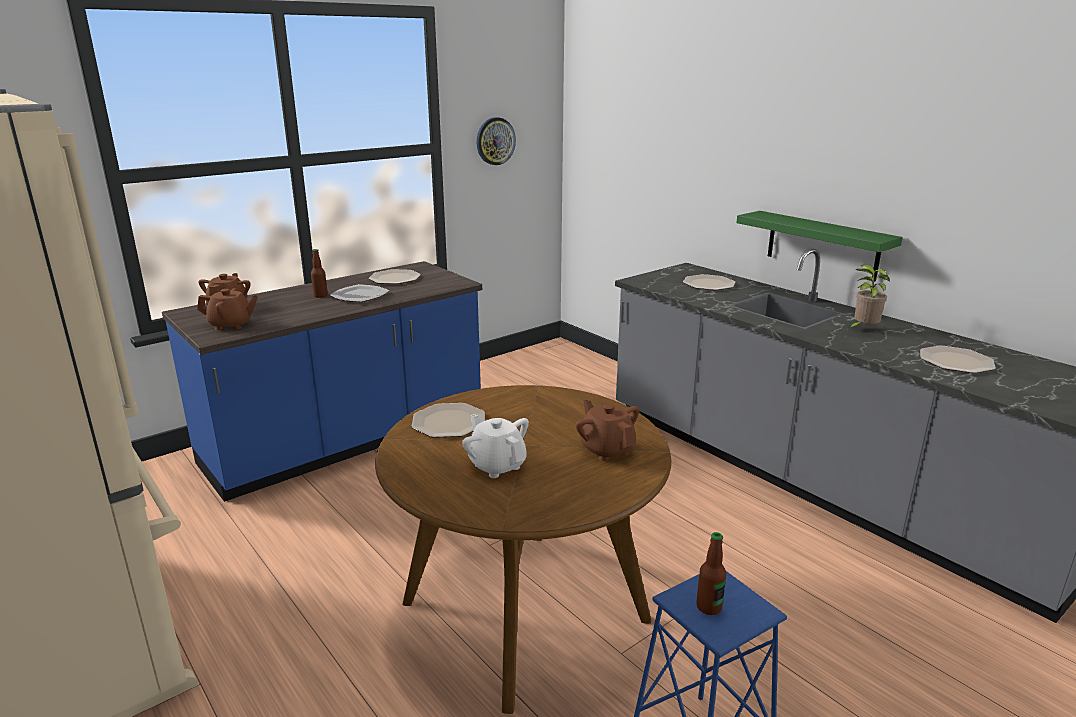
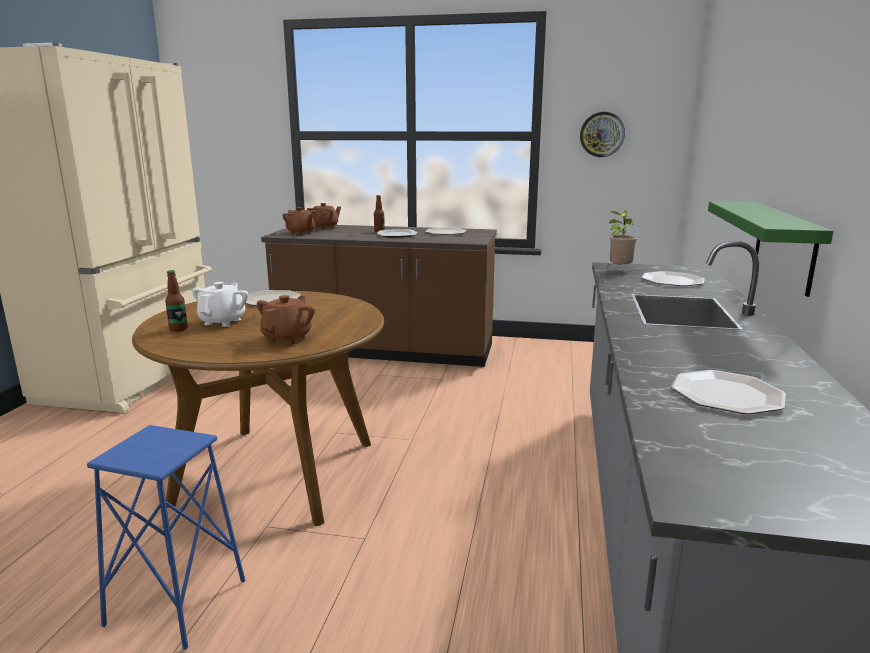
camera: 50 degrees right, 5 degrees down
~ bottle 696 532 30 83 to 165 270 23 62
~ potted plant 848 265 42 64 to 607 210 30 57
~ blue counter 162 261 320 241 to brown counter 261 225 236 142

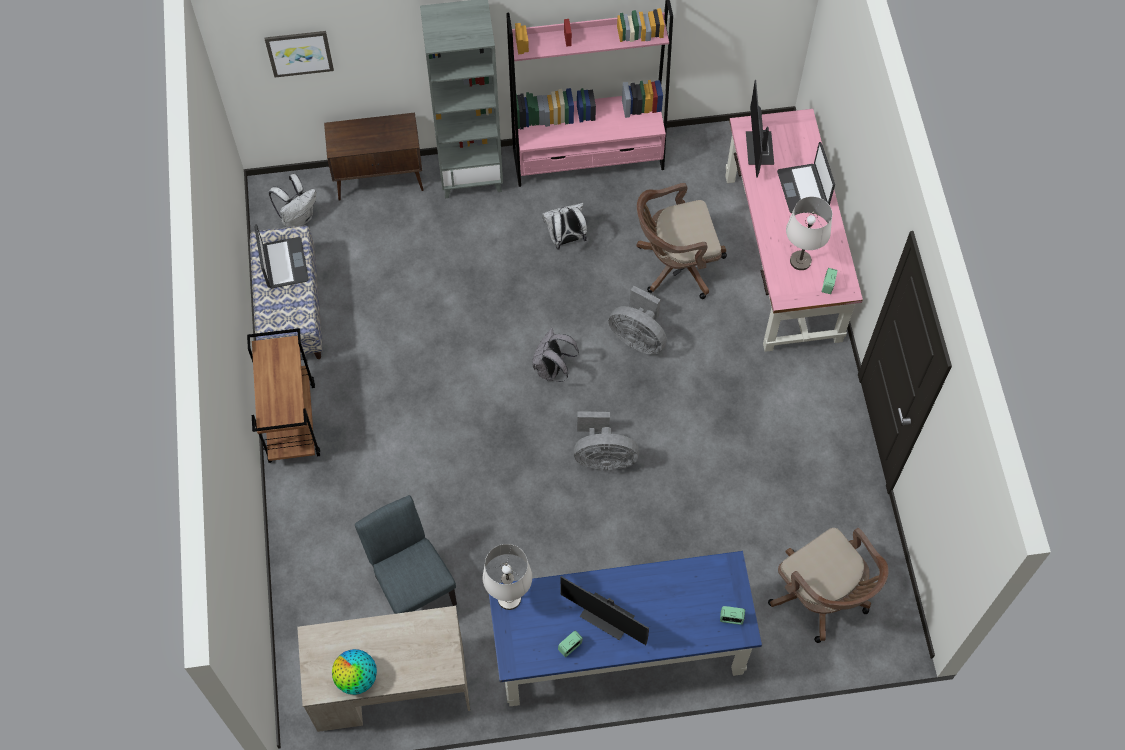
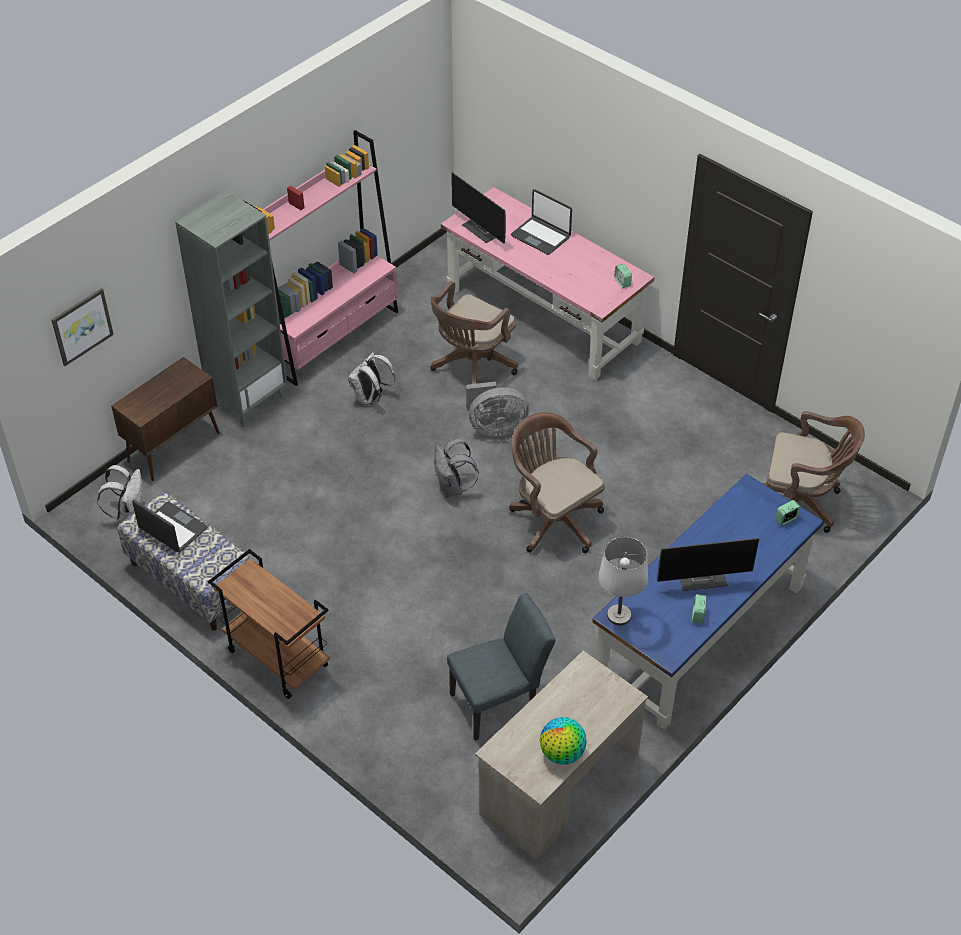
camera: 40 degrees left, 15 degrees down
- white table lamp 786 197 46 73
~ grey fan 574 411 65 59 to brown office chair 509 412 96 141
~ grey chair 355 495 102 119 = 447 593 108 148 135 degrees clockwise

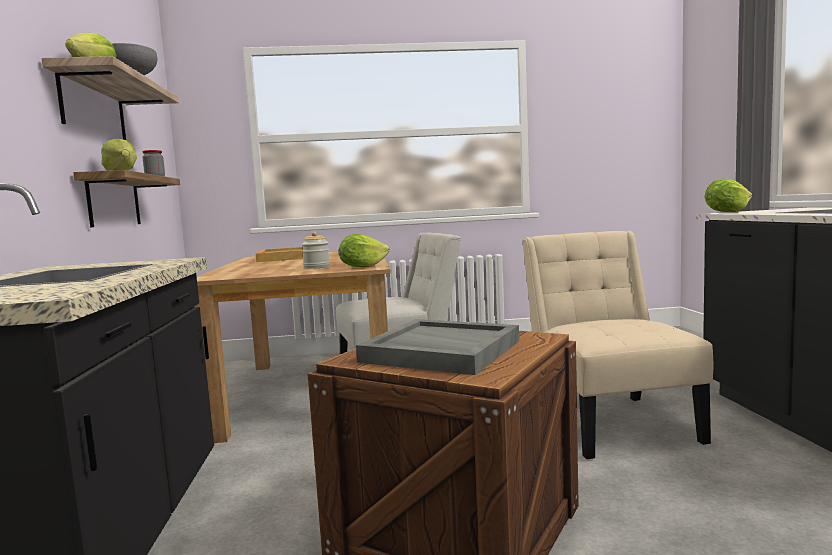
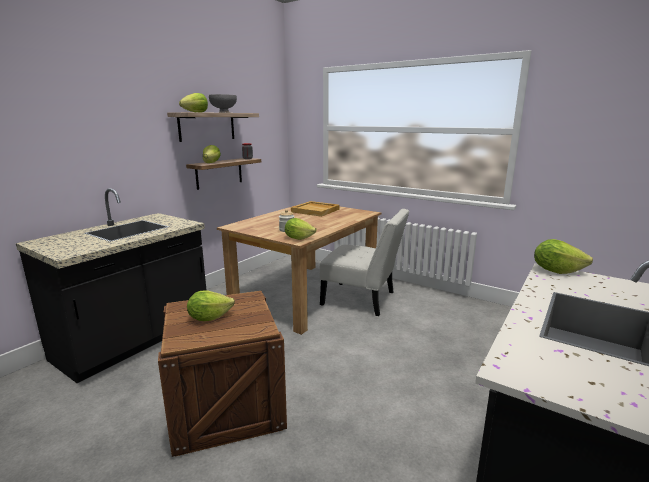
camera: 40 degrees right, 10 degrees up
- beige chair 522 231 192 228
~ grey tray 356 319 163 56 to lettuce 187 291 48 30

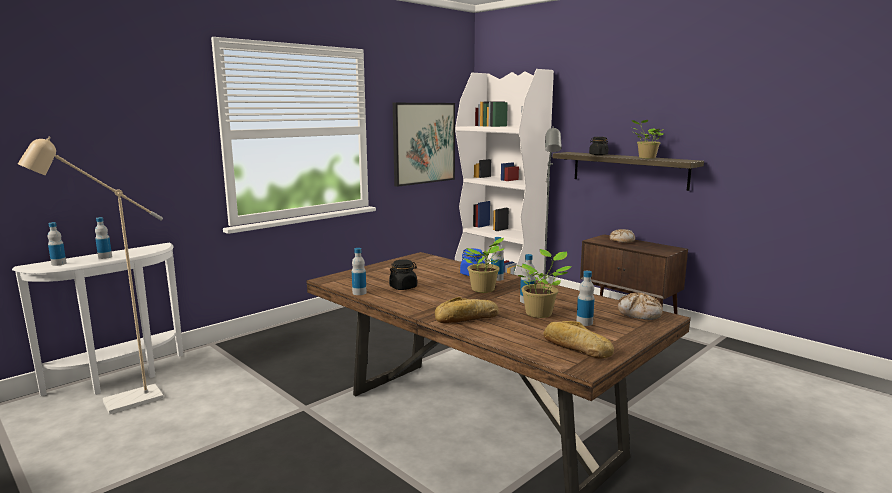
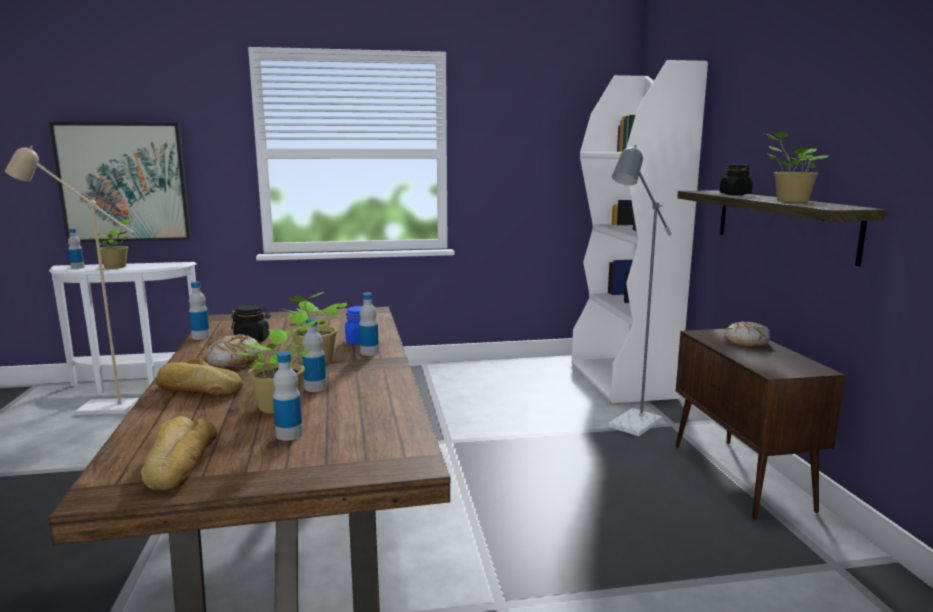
camera: 35 degrees right, 0 degrees up
~ picture 393 103 62 84 to 49 122 142 121
~ bread 618 293 45 27 to 206 334 56 33
~ bottle 95 217 17 42 to potted plant 91 219 42 50

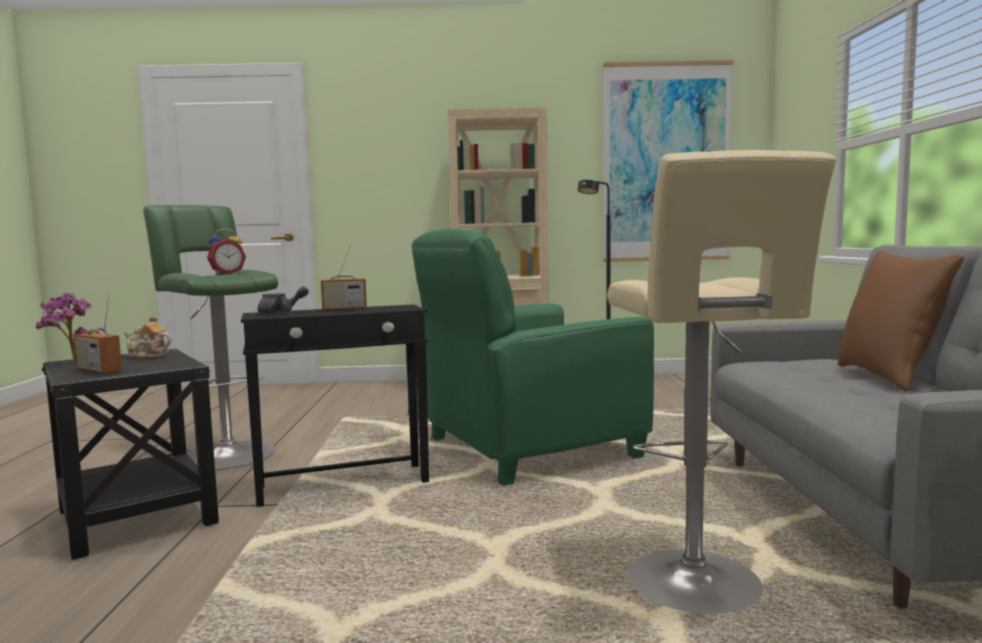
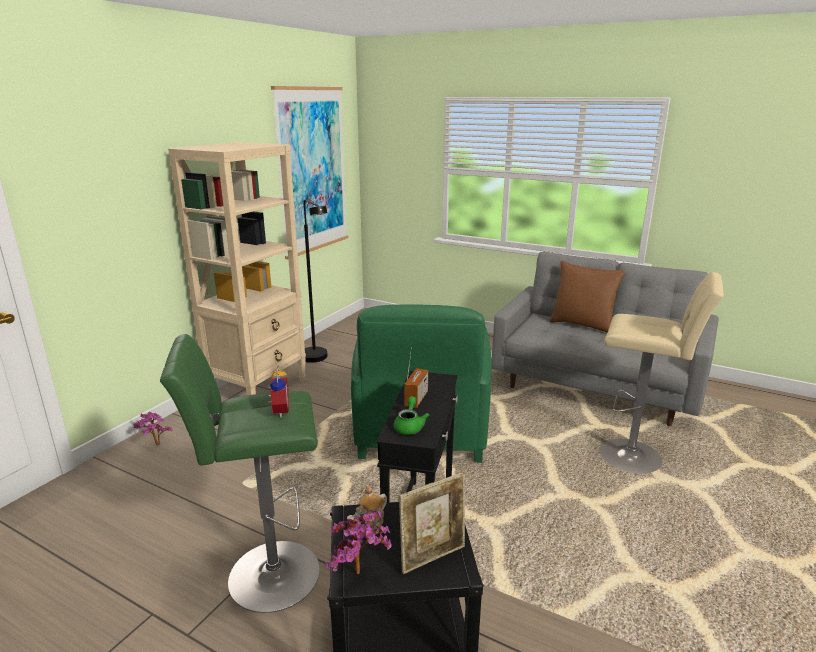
camera: 60 degrees left, 15 degrees up
+ potted plant 133 412 40 33
~ radio 74 294 48 80 to picture frame 399 472 66 102
~ grey teapot 257 286 52 29 to green teapot 393 396 36 39

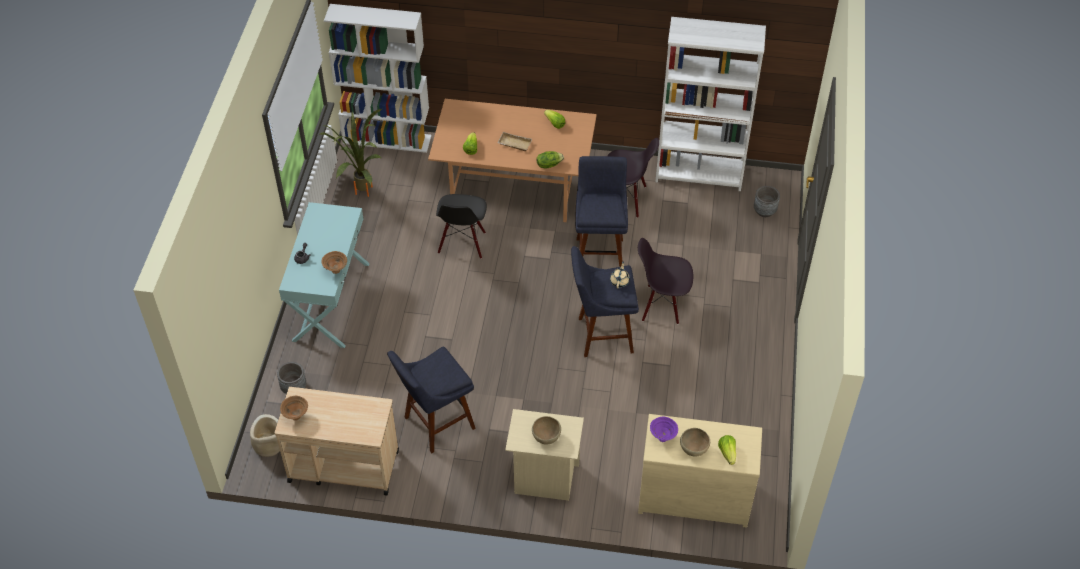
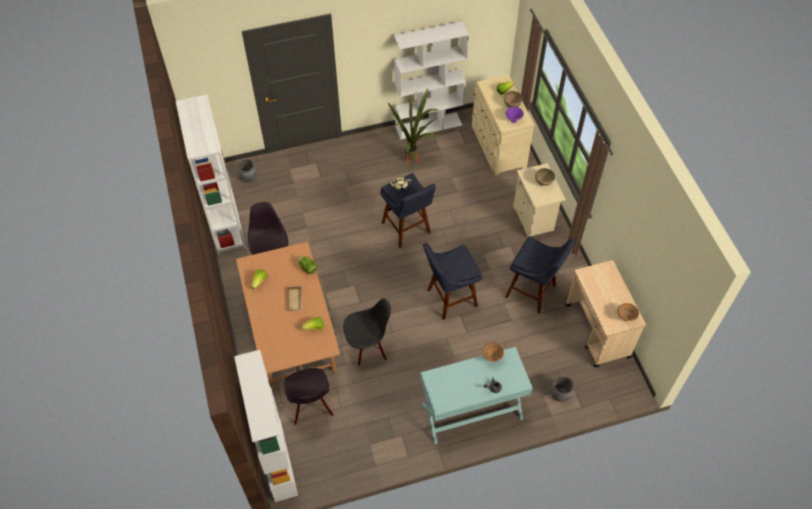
camera: 115 degrees left, 5 degrees up
- beige planter 250 414 30 43
+ white bookcase 394 21 75 119
~ potted plant 320 109 62 88 to 388 89 51 76
~ blue stool 575 156 53 111 to 423 243 60 77
~ black chair 638 238 55 86 to 284 368 50 57

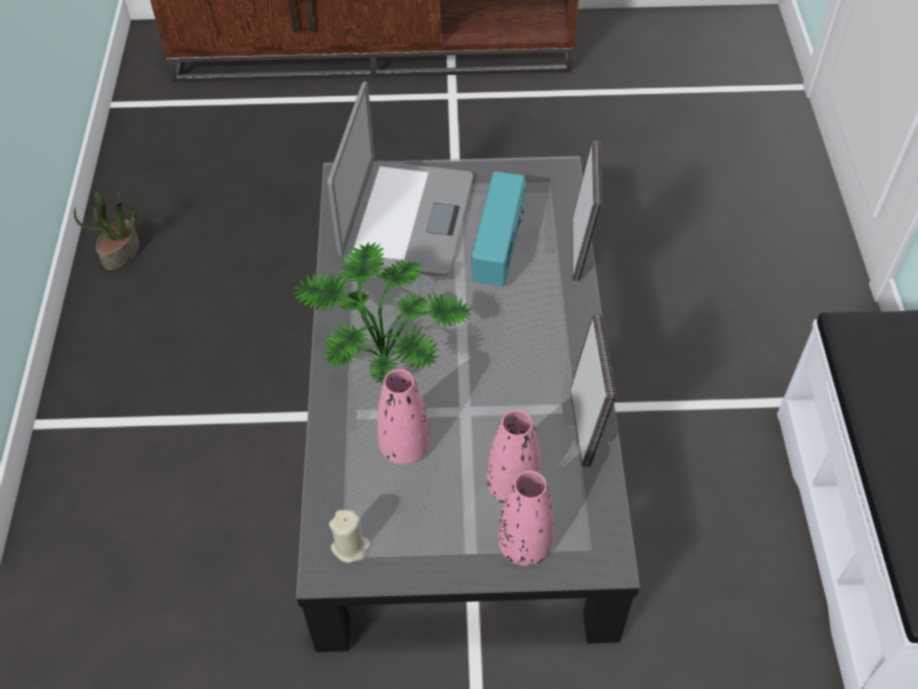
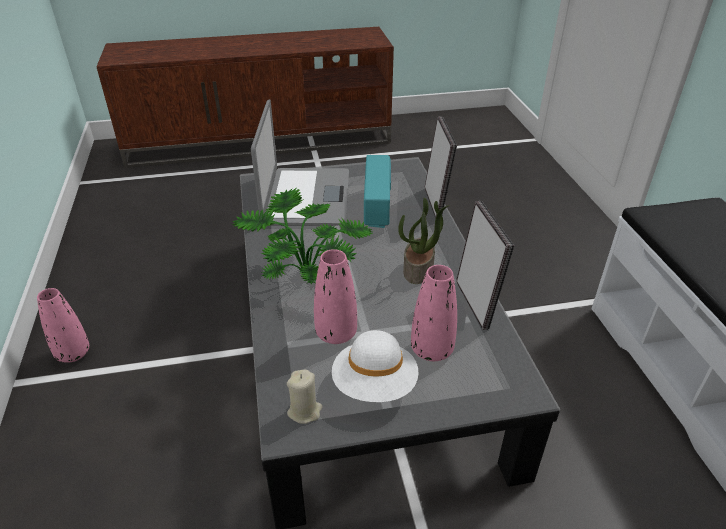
camera: 10 degrees left, 15 degrees down
+ white hat 332 330 87 72
~ potted plant 74 192 66 78 to 398 198 52 86
~ pink vase 498 471 56 95 to 37 288 52 75

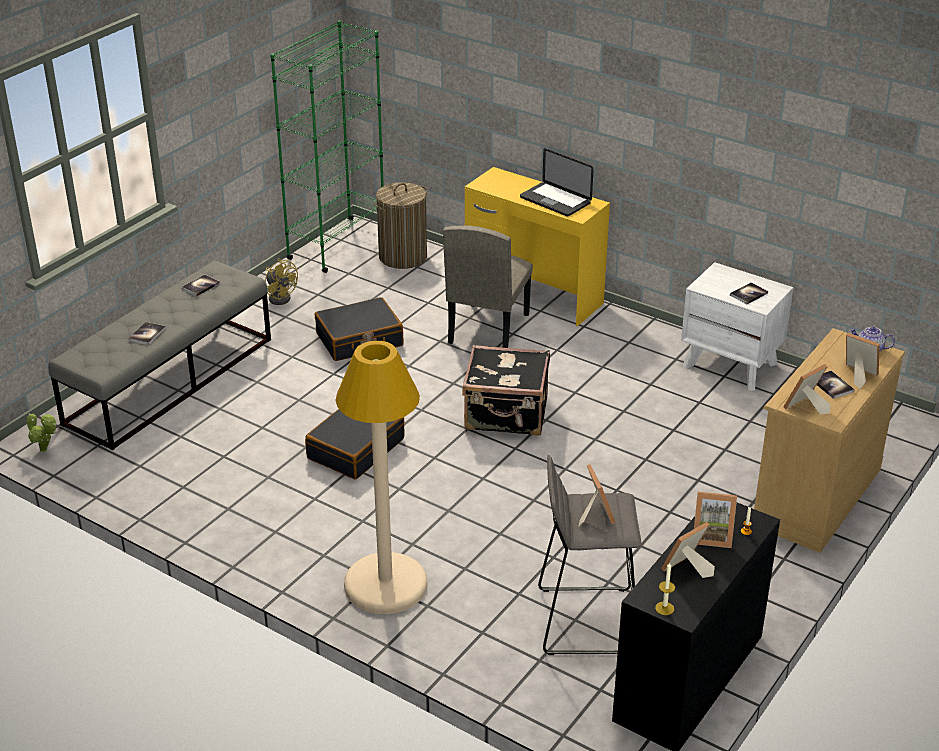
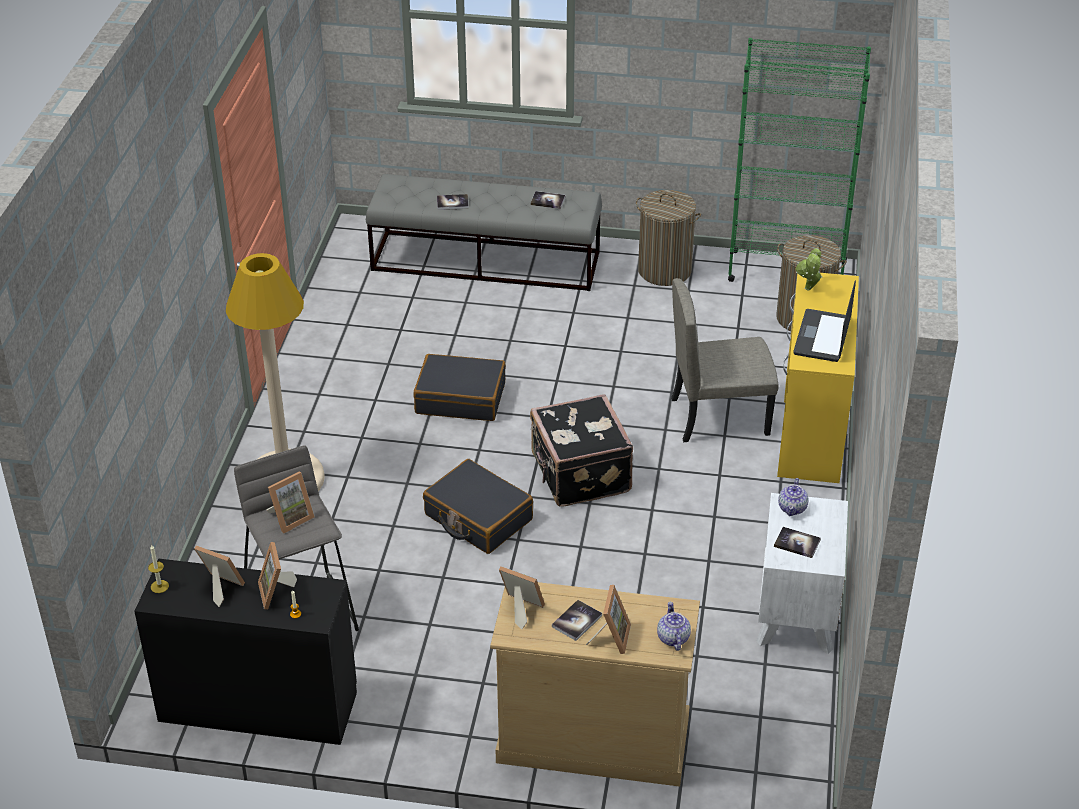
camera: 65 degrees right, 5 degrees up
+ teapot 778 478 30 38
~ potted plant 27 413 29 40 to 796 247 26 43
~ black suitcase 315 297 88 64 to 423 459 110 95
~ yellow fan 265 259 33 46 to laundry basket 636 190 65 96

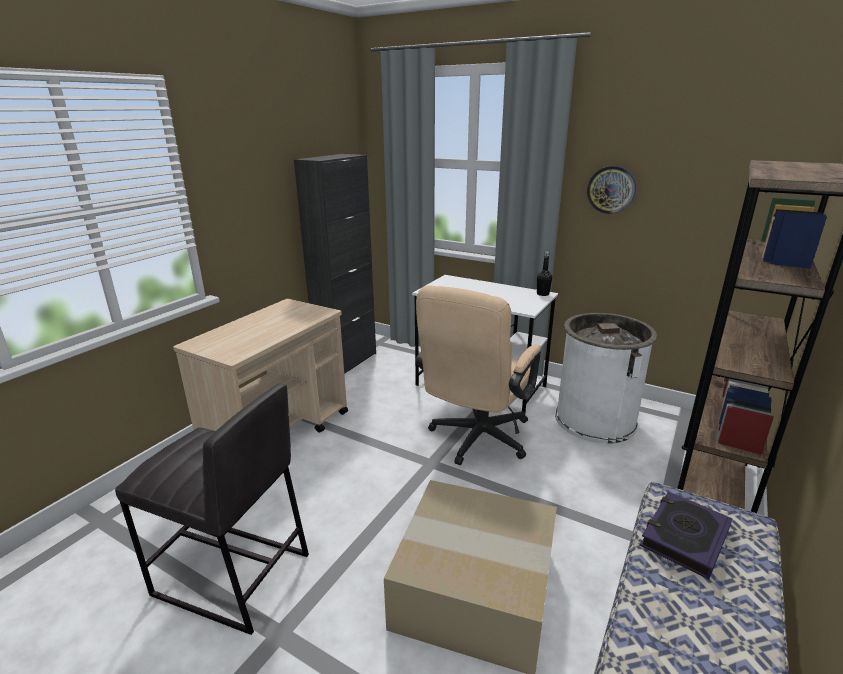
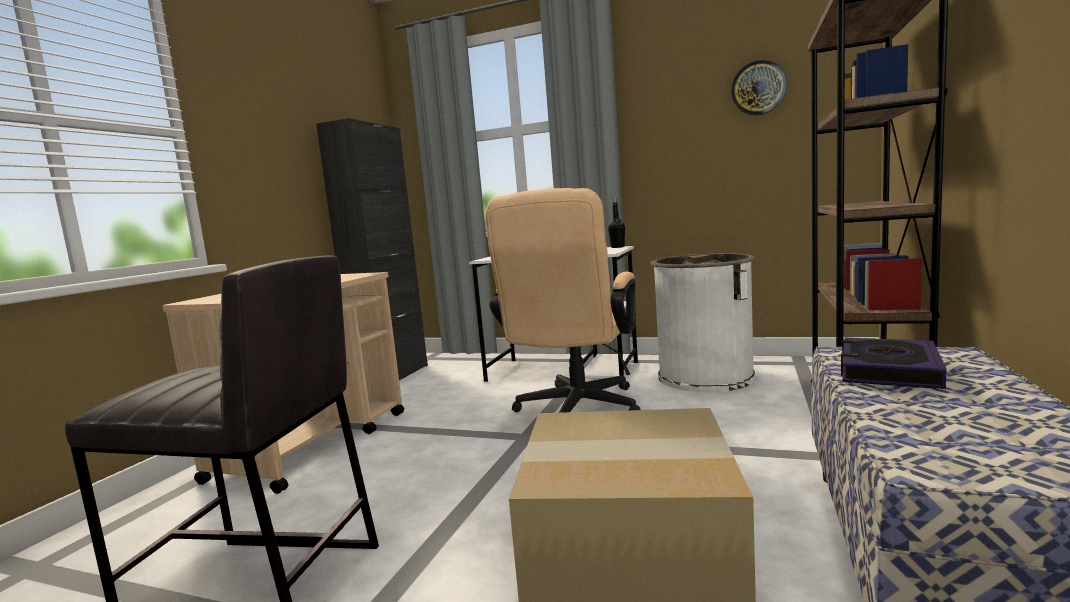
camera: 10 degrees left, 15 degrees down
~ wall clock 587 166 49 48 to 731 60 56 55

